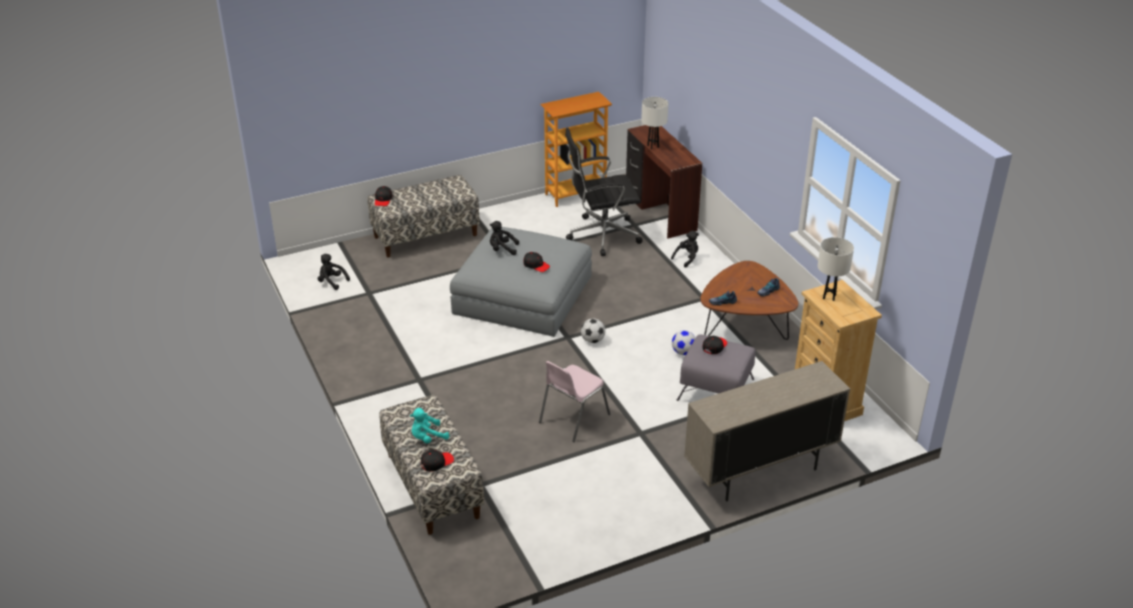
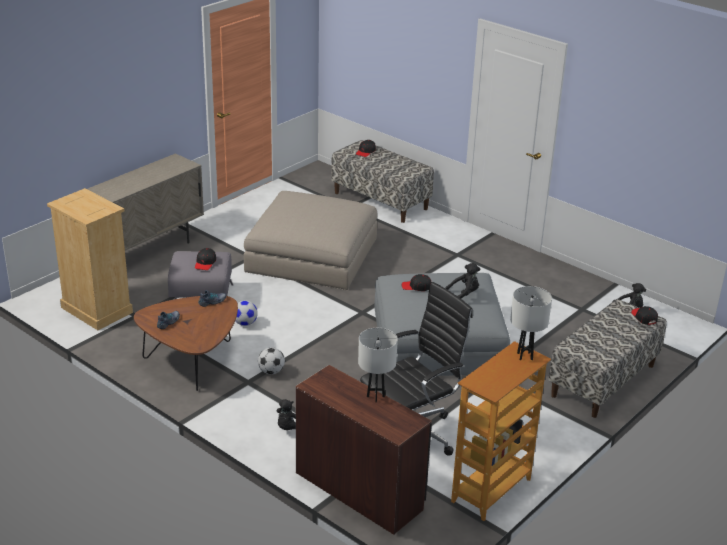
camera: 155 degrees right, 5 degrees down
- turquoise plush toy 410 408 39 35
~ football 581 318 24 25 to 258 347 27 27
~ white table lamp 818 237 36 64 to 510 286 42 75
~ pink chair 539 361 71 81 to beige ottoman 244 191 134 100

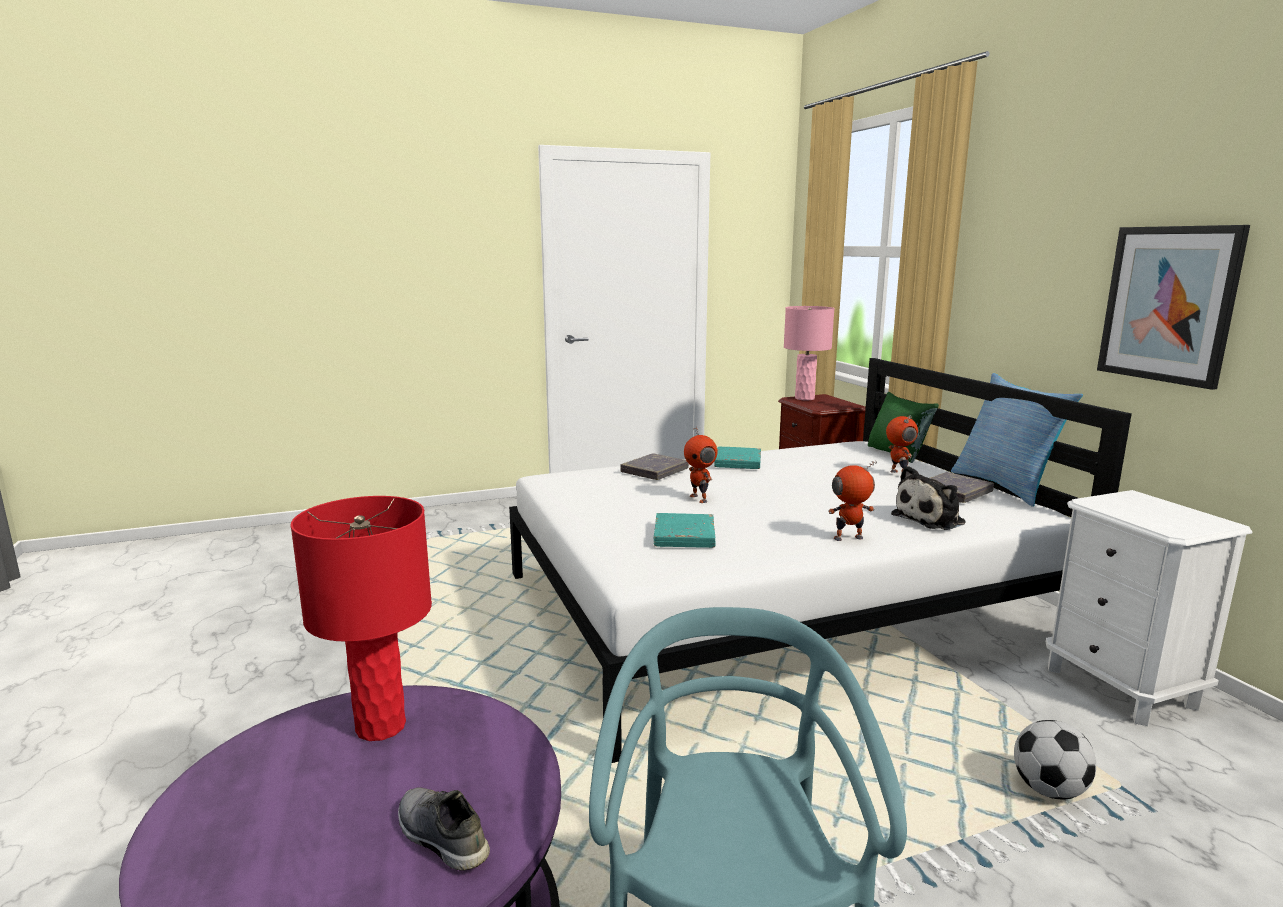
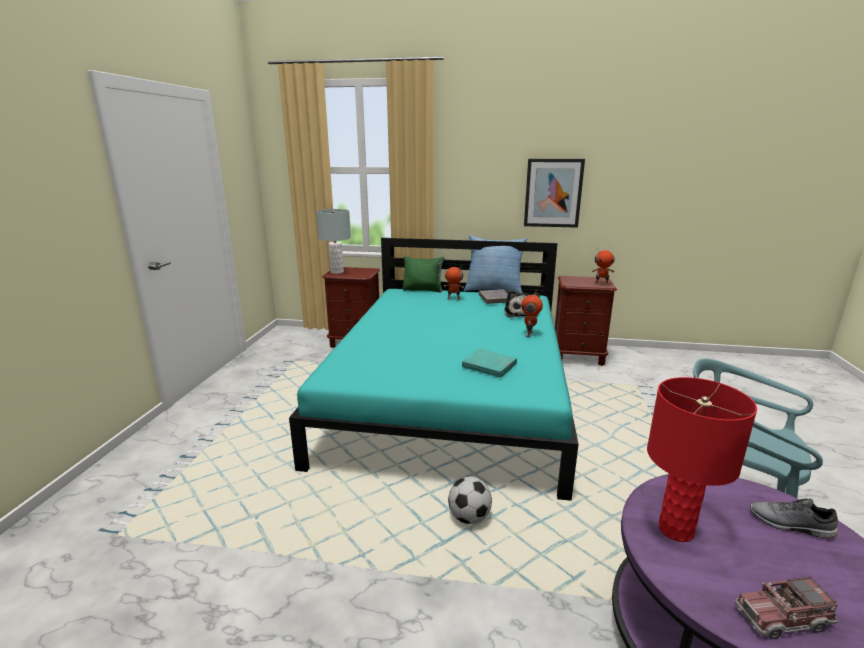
camera: 60 degrees left, 5 degrees up
- grey book 620 453 69 27
- turquoise book 714 447 47 22
+ toy truck 735 577 104 62
~ toy robot 684 426 34 77 to 592 247 23 38
~ football 1014 720 82 79 to 448 477 44 47
~ white bed 509 358 623 405 to turquoise bed 289 238 290 263
~ pink table lamp 784 306 51 95 to grey table lamp 316 209 35 65
~ white nightstand 1046 490 206 236 to brown nightstand 555 276 62 90
~ grey shoe 398 788 92 83 = 750 498 88 40 45 degrees clockwise

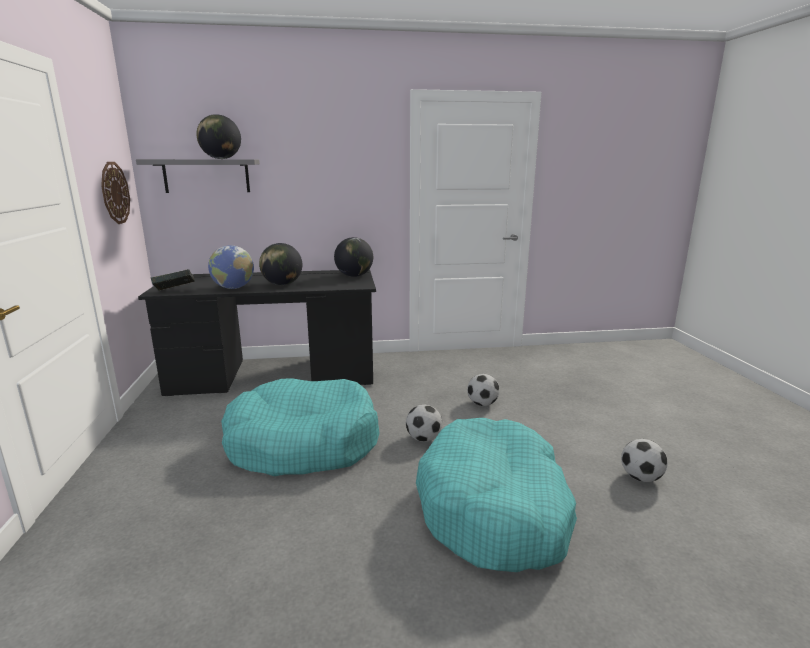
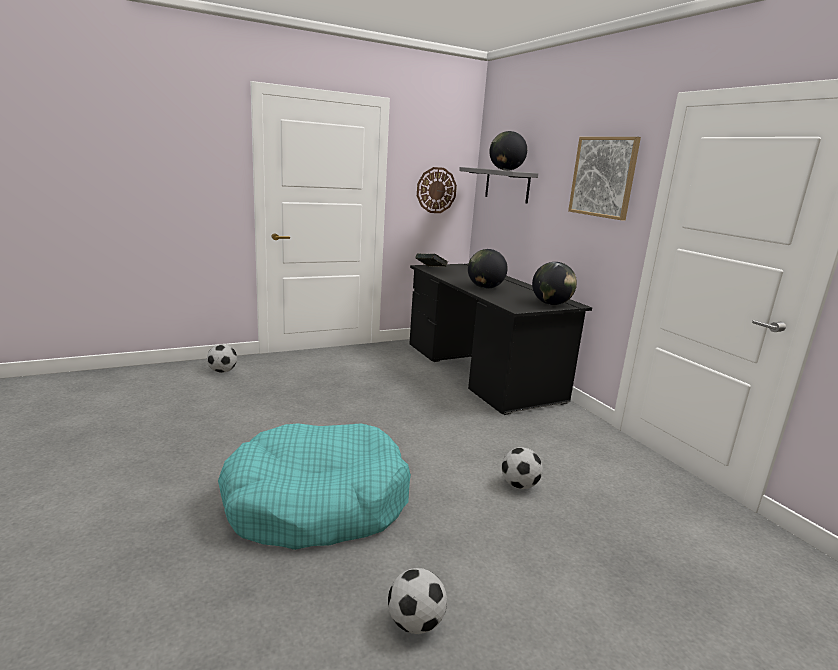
camera: 70 degrees right, 0 degrees up
- globe 208 245 46 44
- turquoise dog bed 221 378 159 98
+ picture 568 137 73 83
~ football 406 404 36 38 to 207 344 30 29

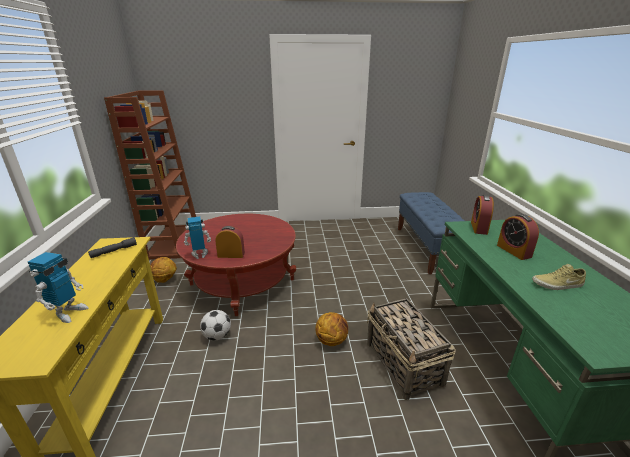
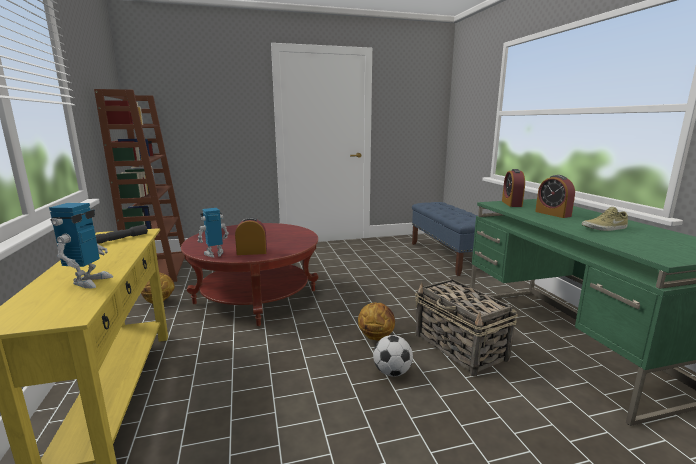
camera: 10 degrees left, 10 degrees down
~ football 200 310 31 31 to 373 335 40 42

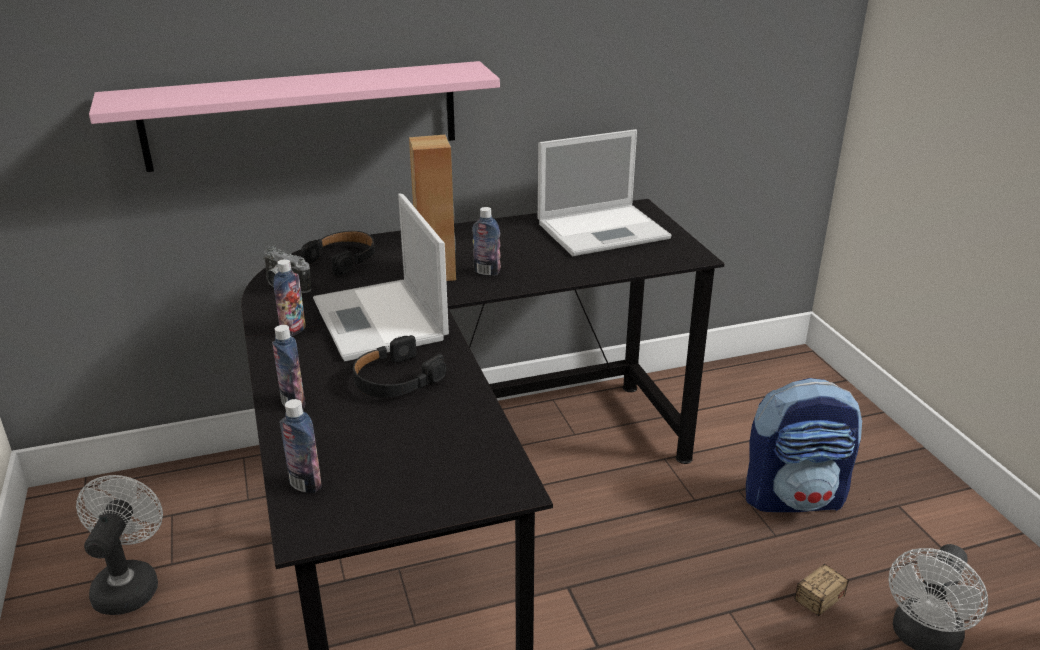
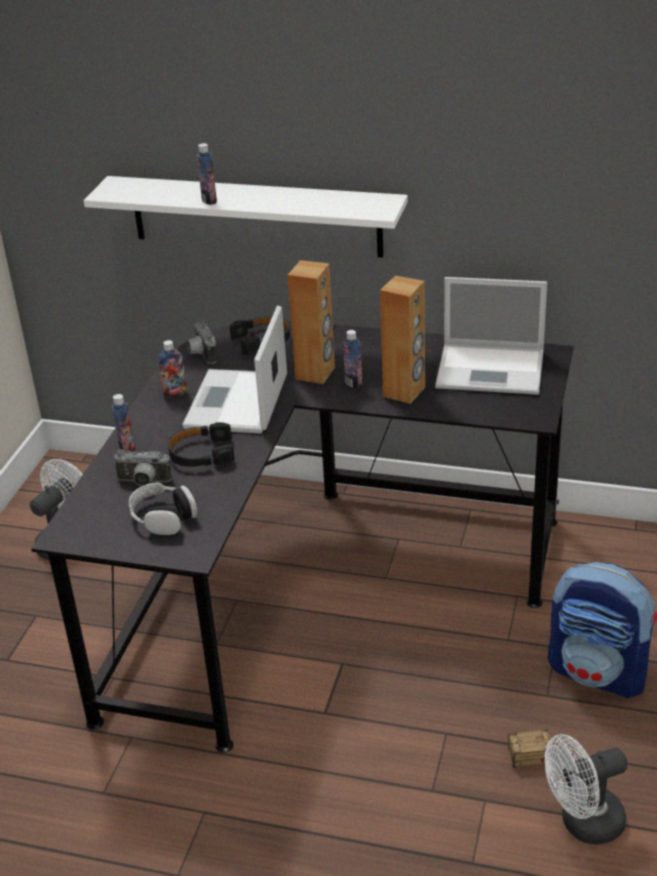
camera: 35 degrees right, 5 degrees up
+ photo camera 113 449 59 37
+ headphones 129 482 68 53
+ brown speaker 380 276 45 128
~ bottle 280 399 42 94 to 197 143 20 62
~ pink shelf 89 61 411 111 to white shelf 84 176 324 82

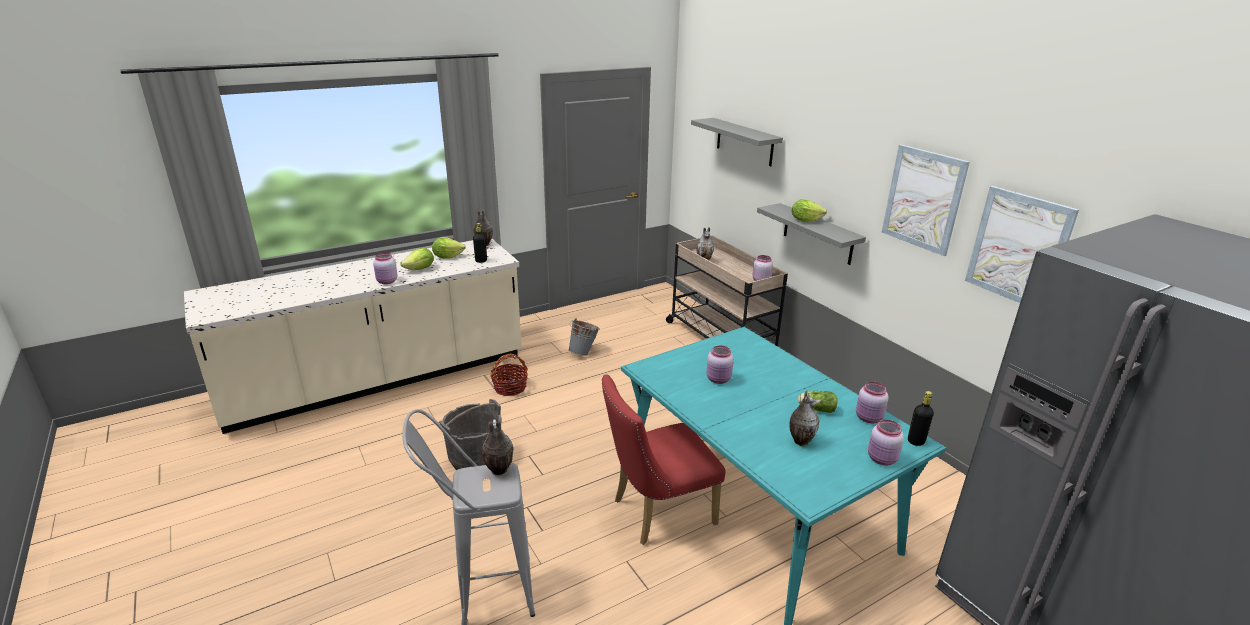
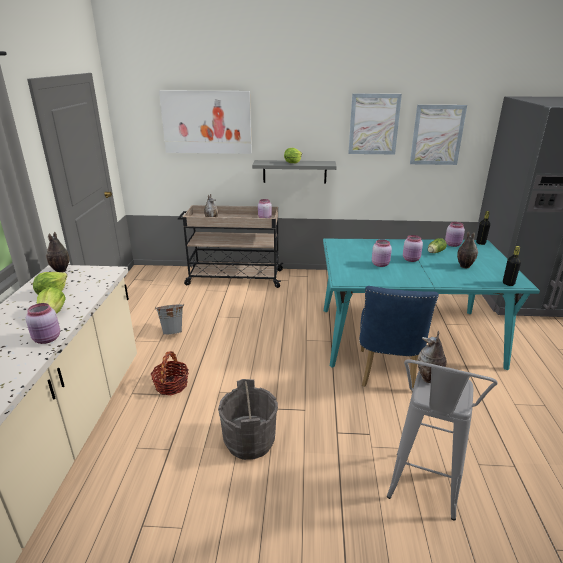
camera: 55 degrees left, 0 degrees up
~ black bottle 473 223 14 40 to 503 246 18 40
~ pink jar 868 420 36 45 to 403 235 20 27
~ grey shelf 691 118 92 48 to picture 159 90 93 64
~ red chair 601 374 124 171 to blue chair 360 286 79 102

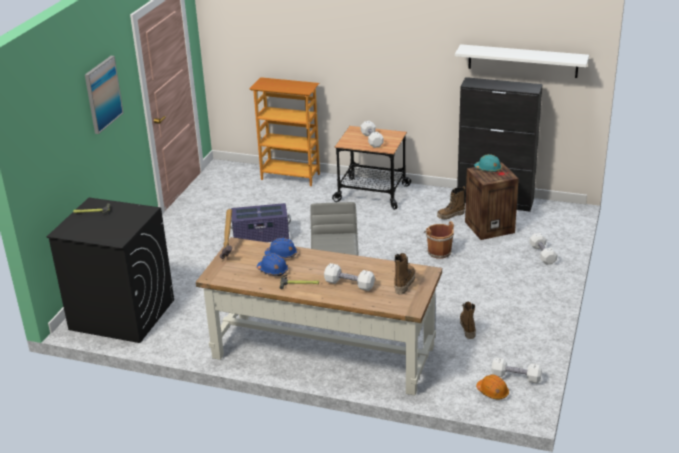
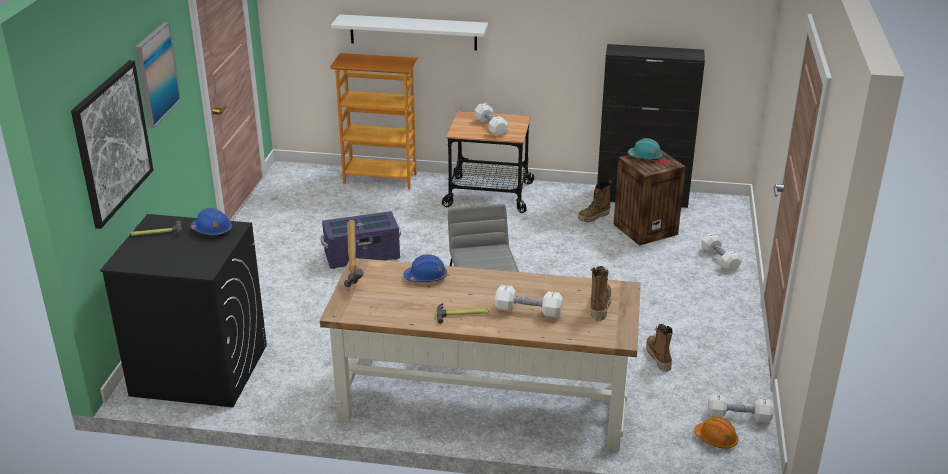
camera: 10 degrees left, 0 degrees up
- brown bucket 424 221 30 38
+ picture 71 60 82 169
~ blue hard hat 257 253 31 23 to 190 208 42 28
~ white shelf 455 44 134 34 to 331 14 157 37

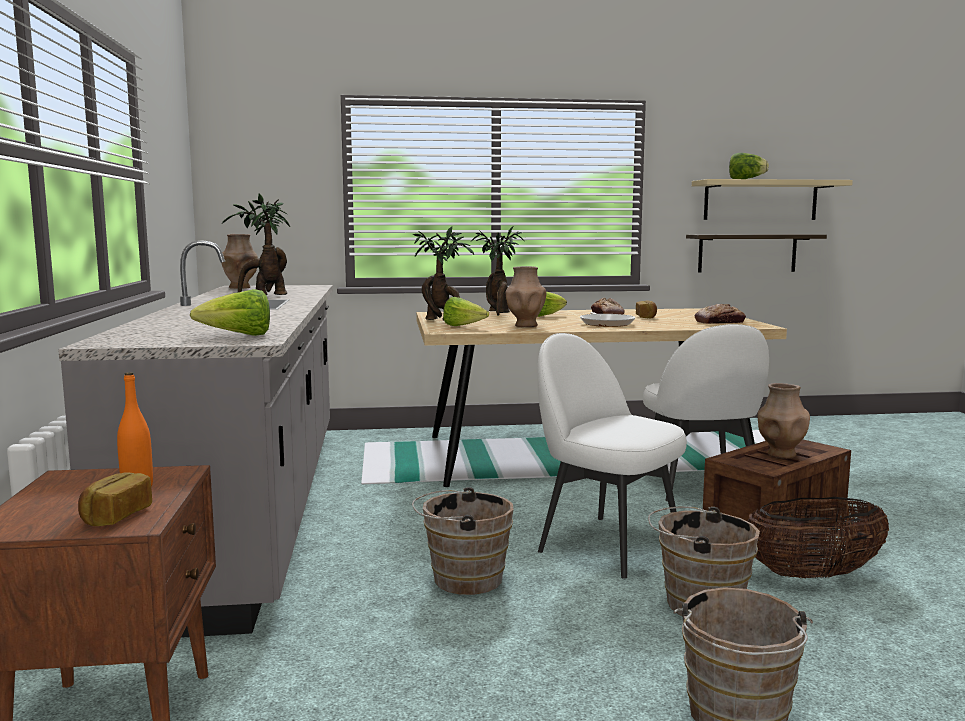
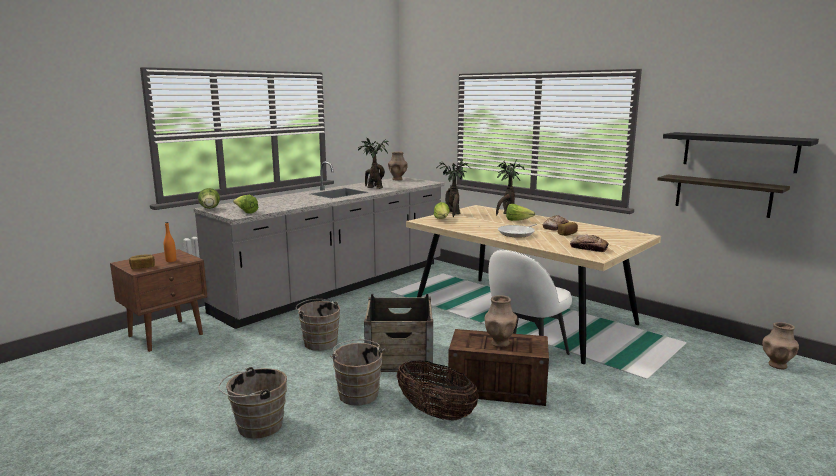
camera: 50 degrees right, 5 degrees up
~ brown vase 505 266 41 61 to 762 322 37 47
~ lettuce 729 153 40 26 to 198 188 22 21
~ white chair 537 333 150 246 to crate 364 294 69 78
~ beige shelf 692 179 161 41 to black shelf 663 132 156 41

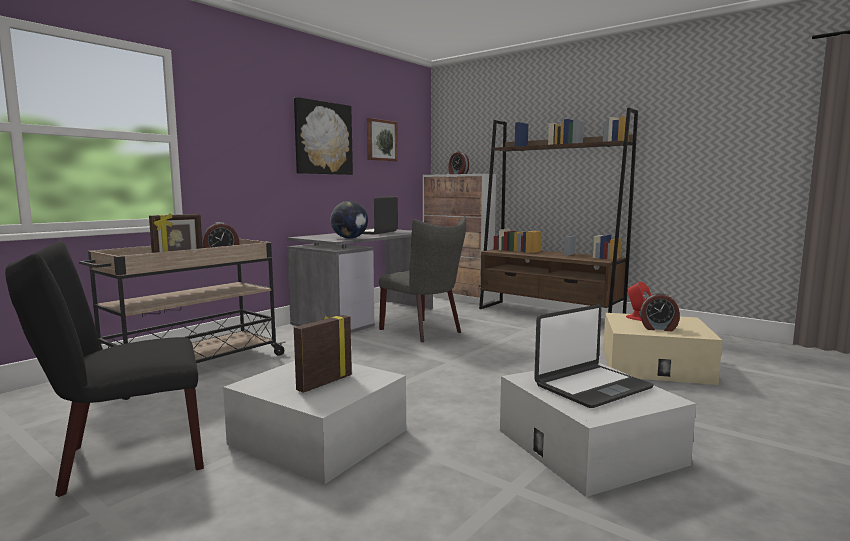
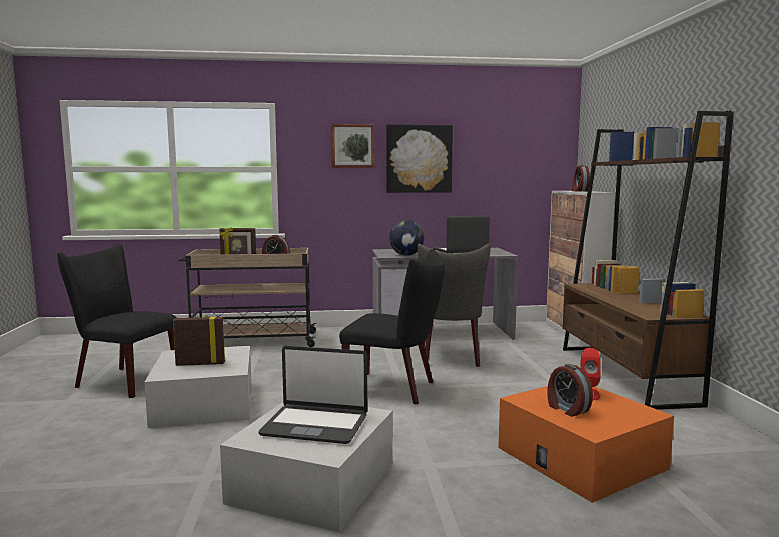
camera: 45 degrees right, 0 degrees up
+ black chair 339 249 106 155
~ picture 367 118 31 44 to 331 124 43 44
~ beige storage box 603 313 119 72 to orange storage box 498 386 176 117

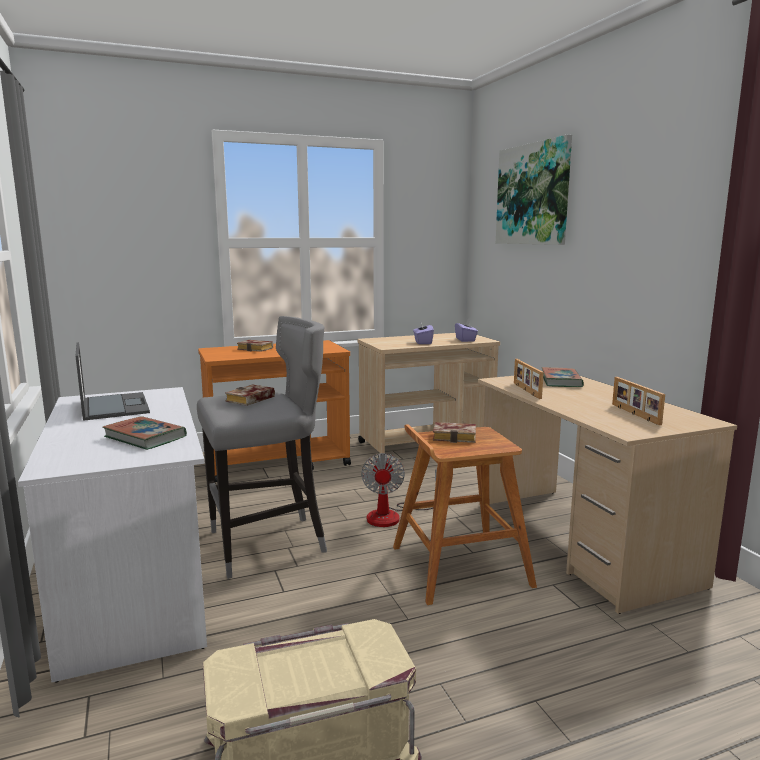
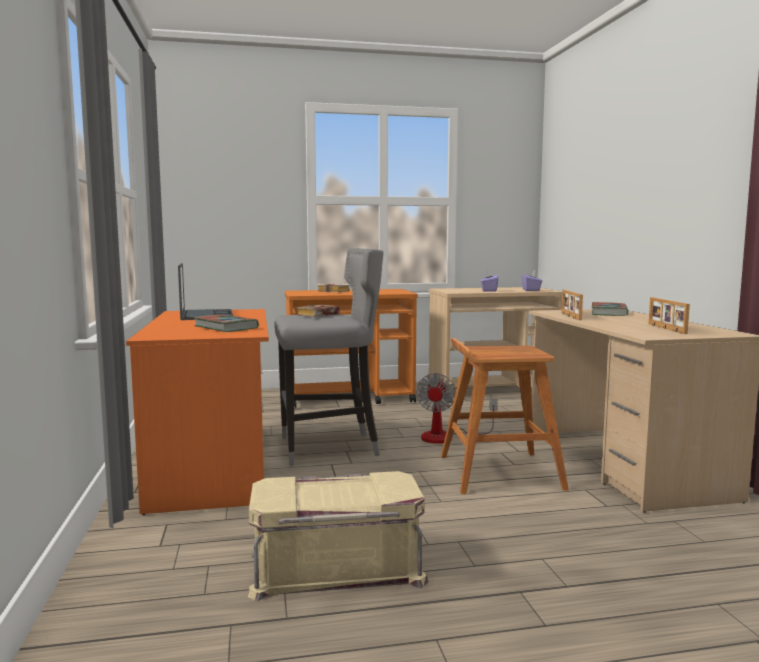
camera: 10 degrees right, 5 degrees down
- book 433 422 43 21
- picture 496 135 76 110
~ white desk 18 387 189 296 to orange desk 126 309 143 206

